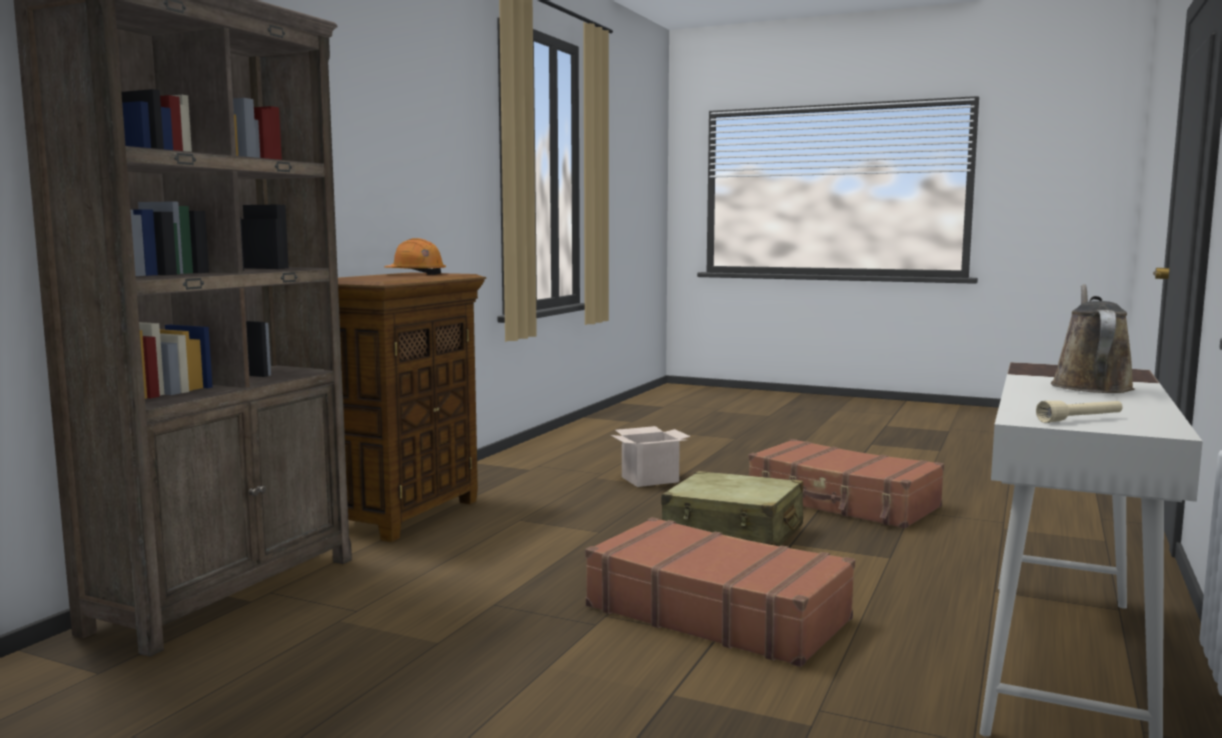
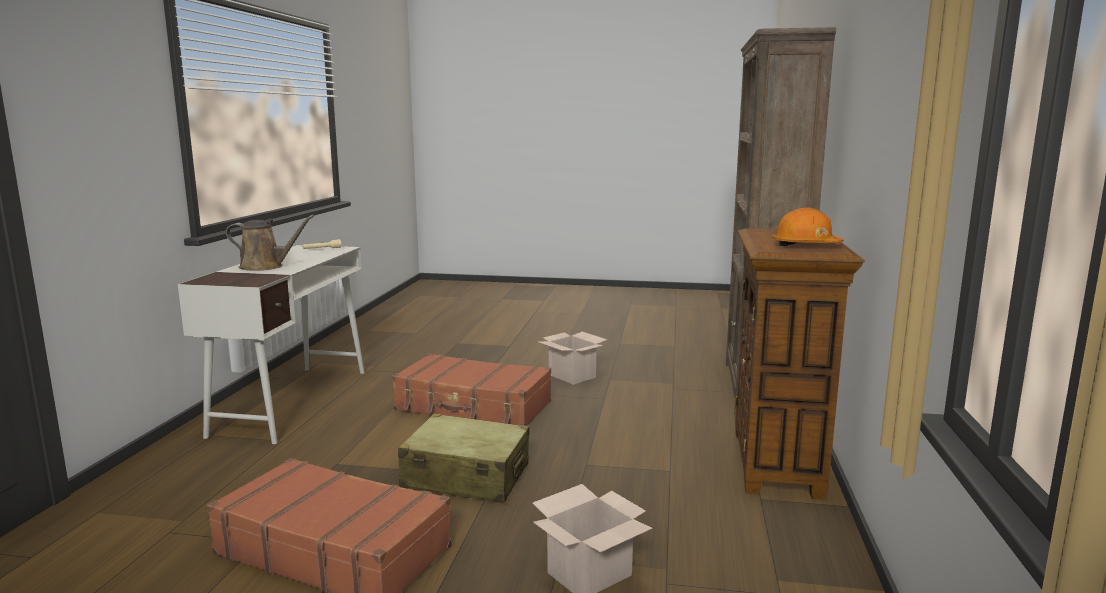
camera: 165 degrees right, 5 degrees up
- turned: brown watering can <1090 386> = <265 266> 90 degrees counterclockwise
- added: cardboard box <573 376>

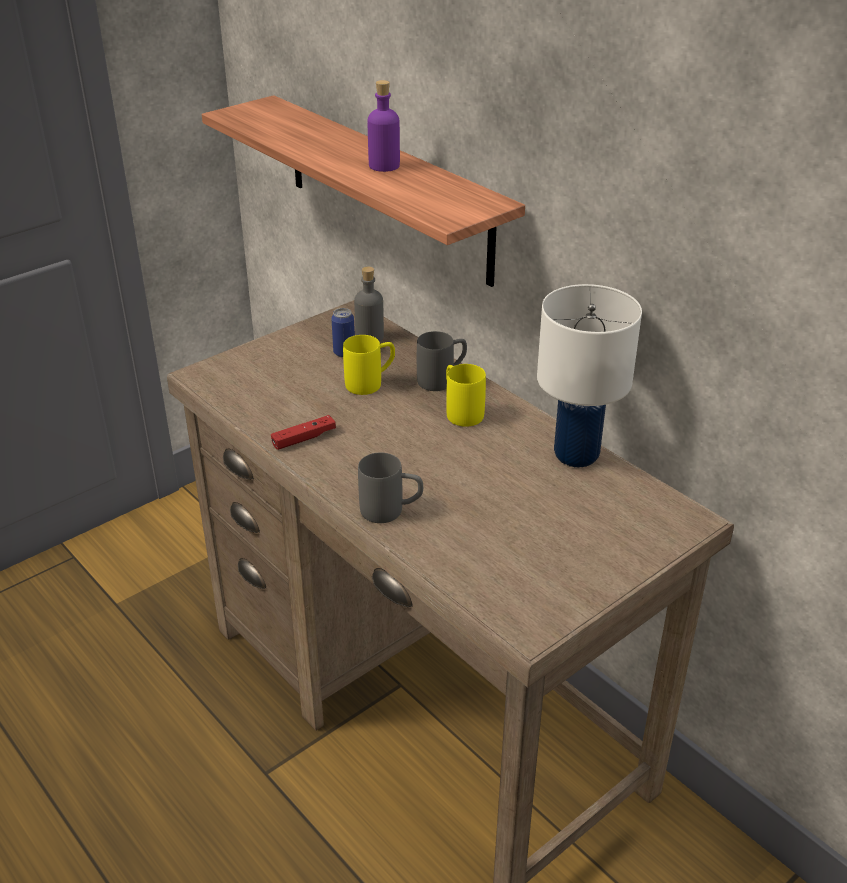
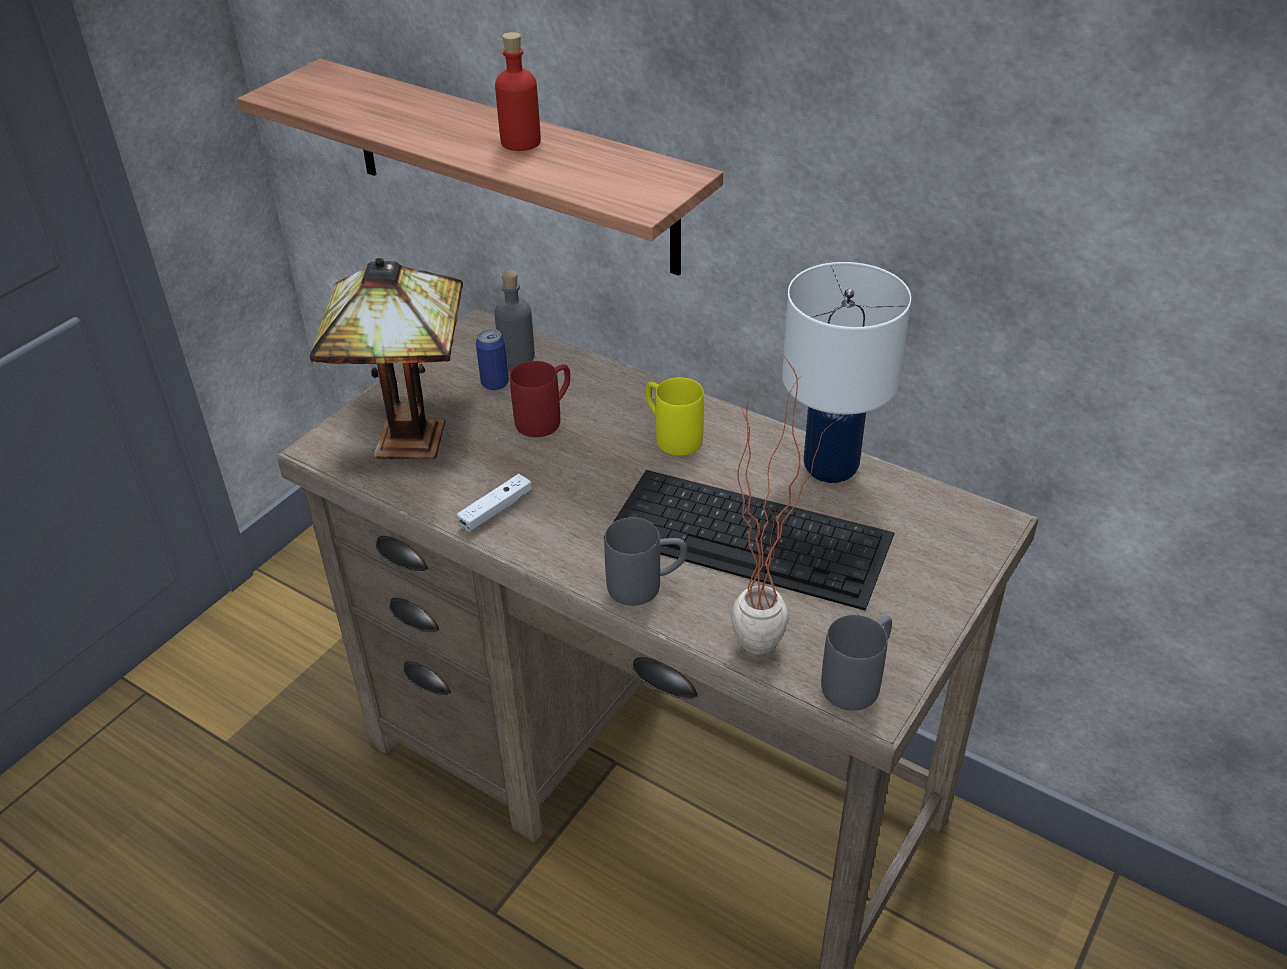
camera: 15 degrees left, 5 degrees up
- recoloured: red game controller <304 438> to white game controller <496 510>
- recoloured: yellow mug <371 383> to red mug <546 418>
- recoloured: purple bottle <384 166> to red bottle <520 142>
- moved: grey mug <442 379> to <858 680>
- added: table lamp <407 436>
- added: keyboard <752 536>
- added: potted plant <771 638>

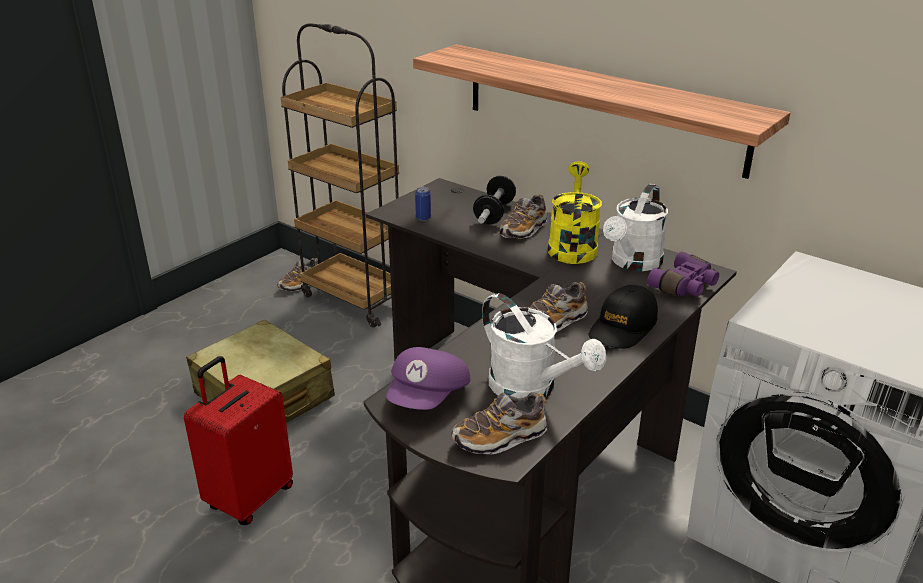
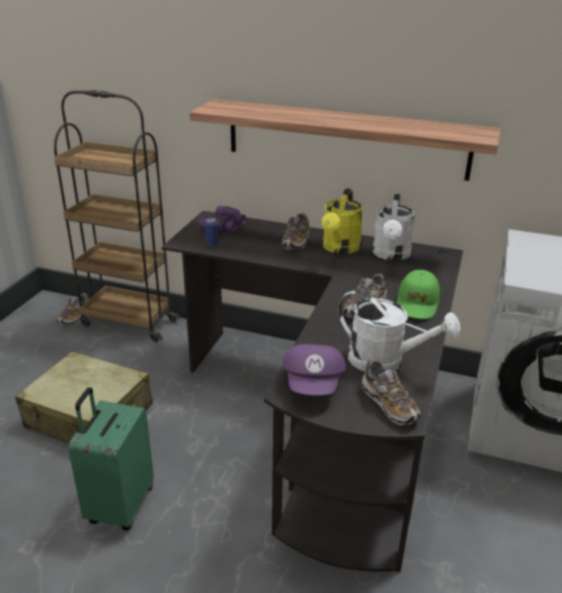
camera: 20 degrees left, 0 degrees up
- recoloured: red suitcase <249 497> to green suitcase <119 505>
- turned: shoe <500 438> = <389 404> 75 degrees counterclockwise
- removed: dumbbell <494 213>
- turned: yellow watering can <572 246> = <339 249> 150 degrees counterclockwise
- recoloured: black cap <623 327> to green cap <417 303>
- moved: purple binoculars <685 286> to <225 227>

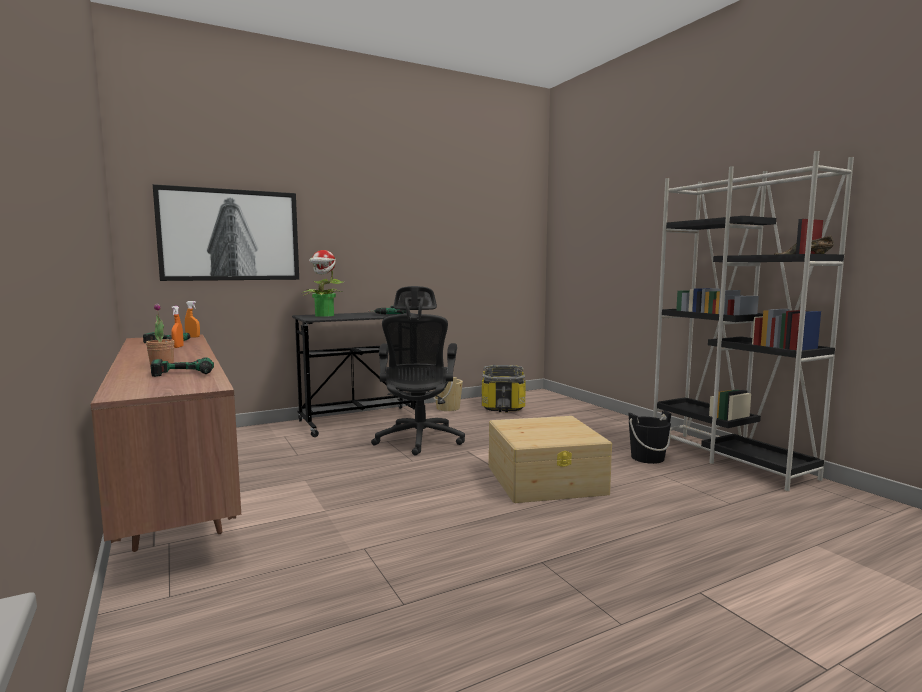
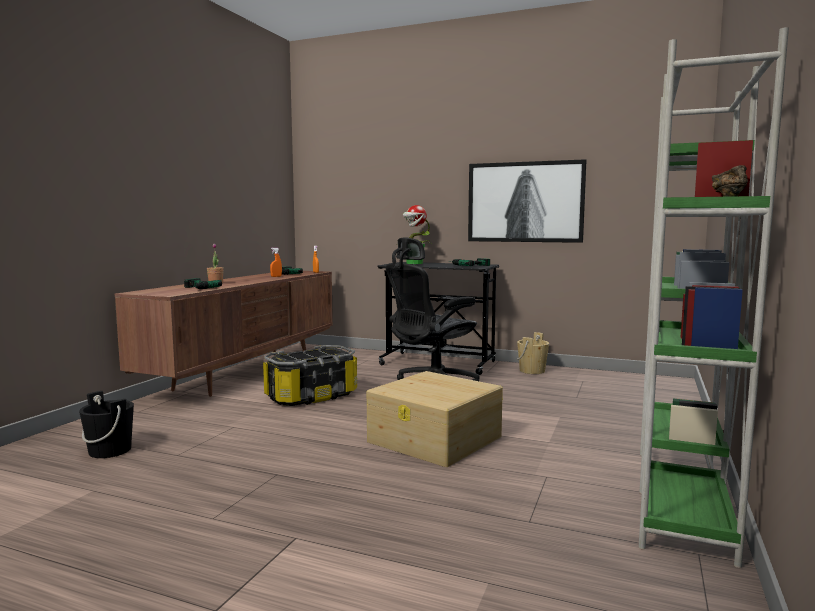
camera: 50 degrees right, 0 degrees up
- moved: picture <230 235> to <525 202>
- moved: storage box <502 404> to <311 396>
- moved: black bucket <647 458> to <110 450>
- recoloured: black bookcase <729 460> to green bookcase <681 500>

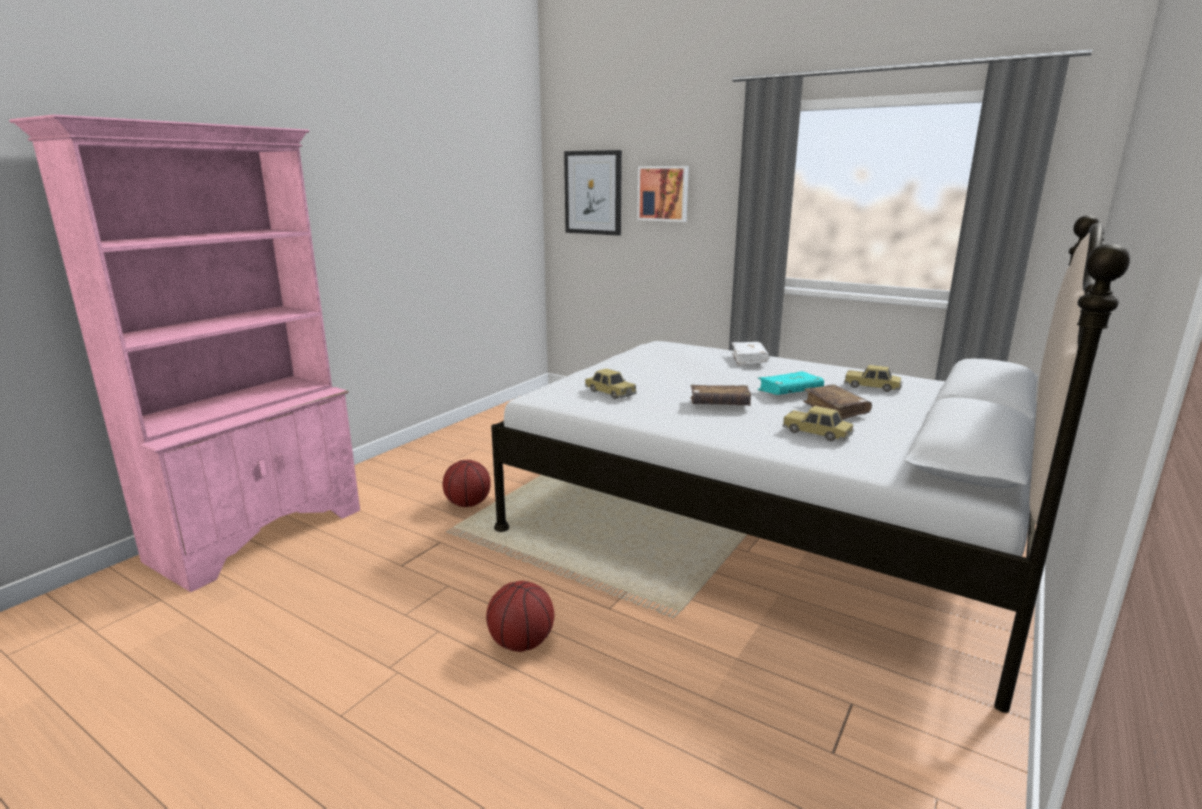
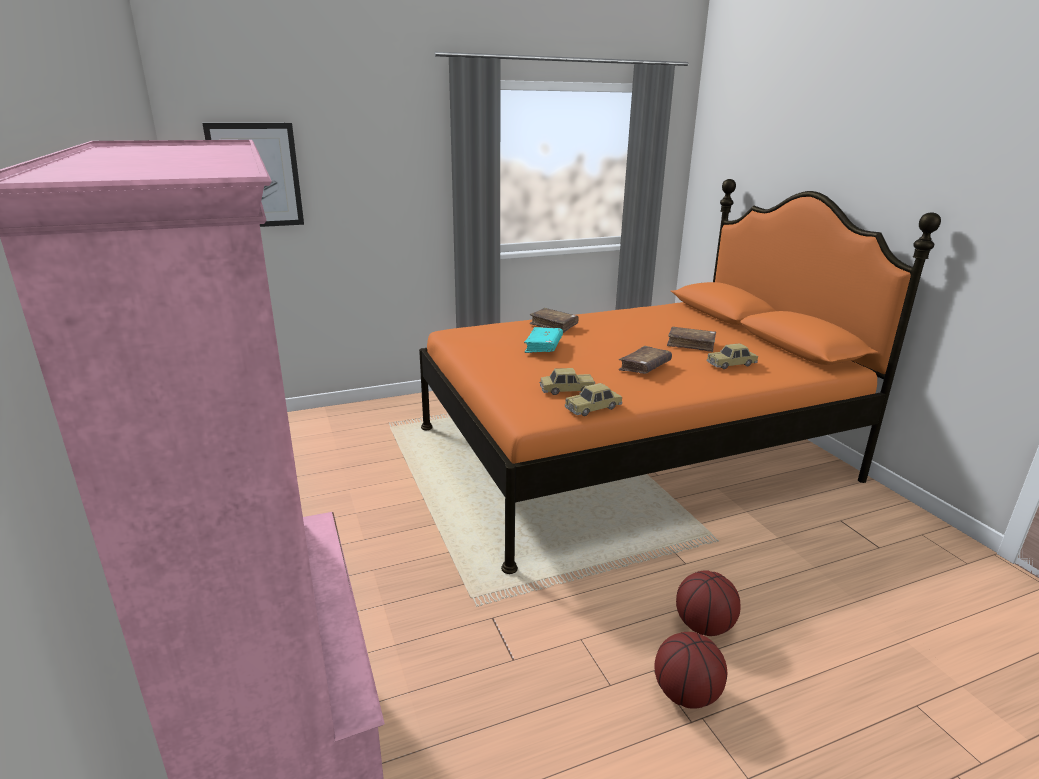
camera: 55 degrees left, 5 degrees up
- moved: basketball <468 504> to <685 694>
- recoloured: white bed <765 526> to orange bed <631 453>
- removed: picture <663 193>
- recoloured: white book <749 359> to brown book <554 325>
- moved: turquoise book <789 392> to <543 346>
- moved: toy car <872 387> to <593 408>

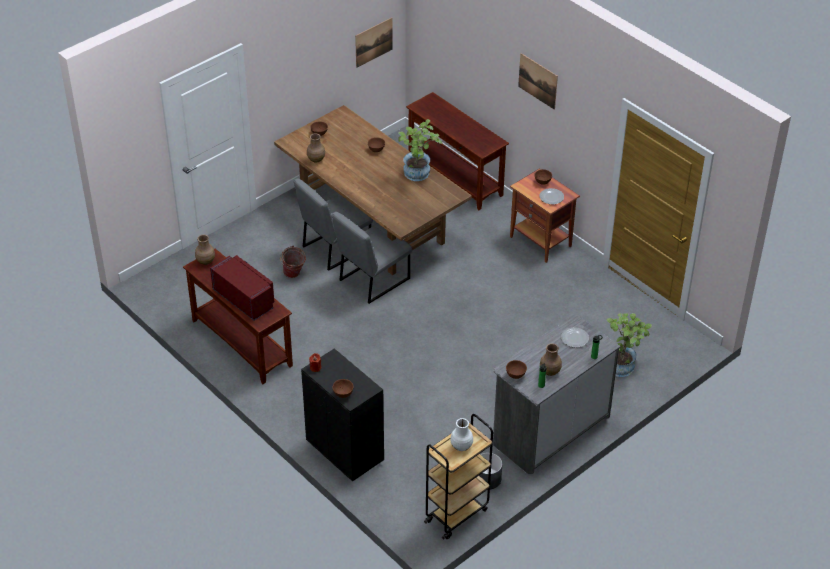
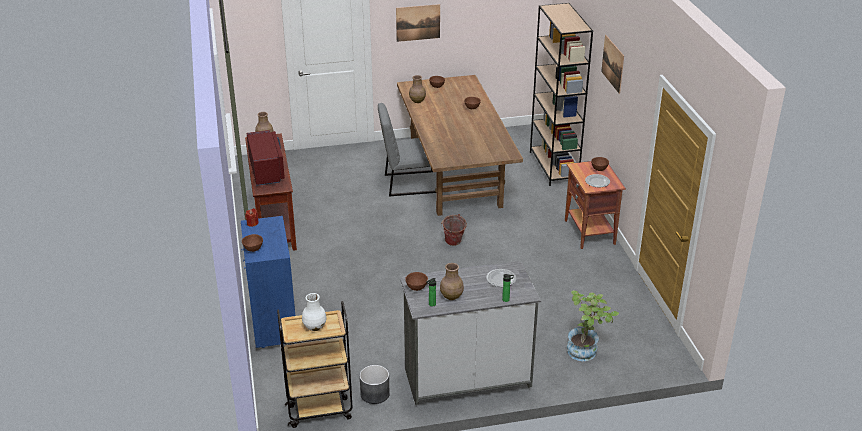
camera: 30 degrees right, 10 degrees down
- moved: bucket <293 275> to <453 243>
- recoloured: black cabinet <344 453> to blue cabinet <273 326>
- removed: grey chair <372 280>
- moved: picture <373 42> to <418 22>
- removed: potted plant <418 175>
- replaced: brown console table <455 178> to beige bookcase <554 167>

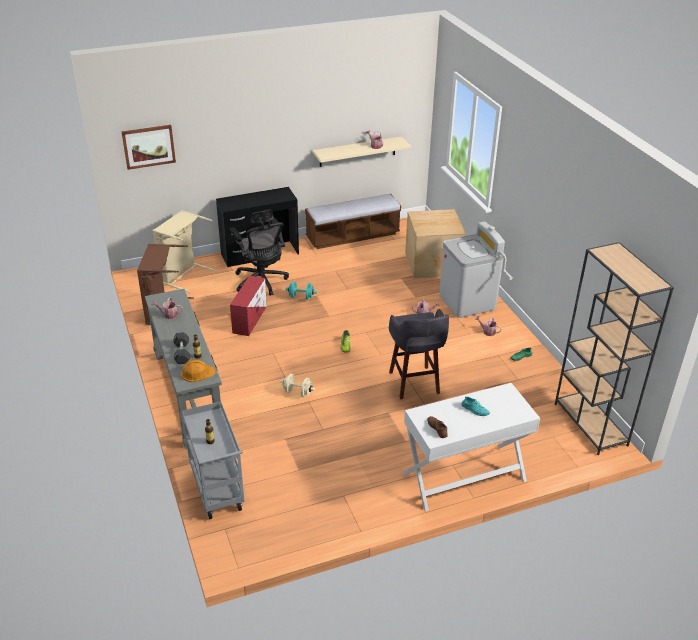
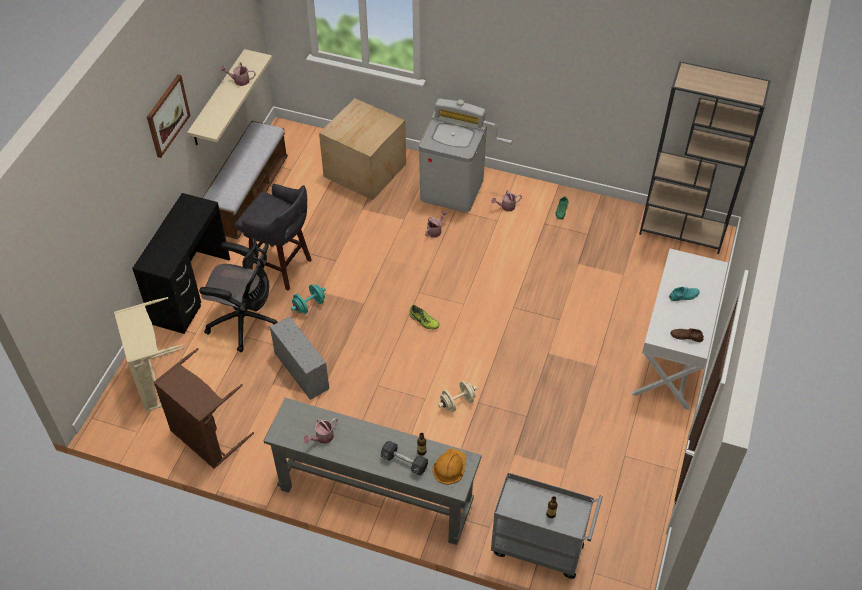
camera: 50 degrees left, 15 degrees up
- moved: picture <148 146> to <167 115>
- recoloured: red storage box <250 318> to grey storage box <301 370>
- moved: grey stool <414 384> to <282 268>

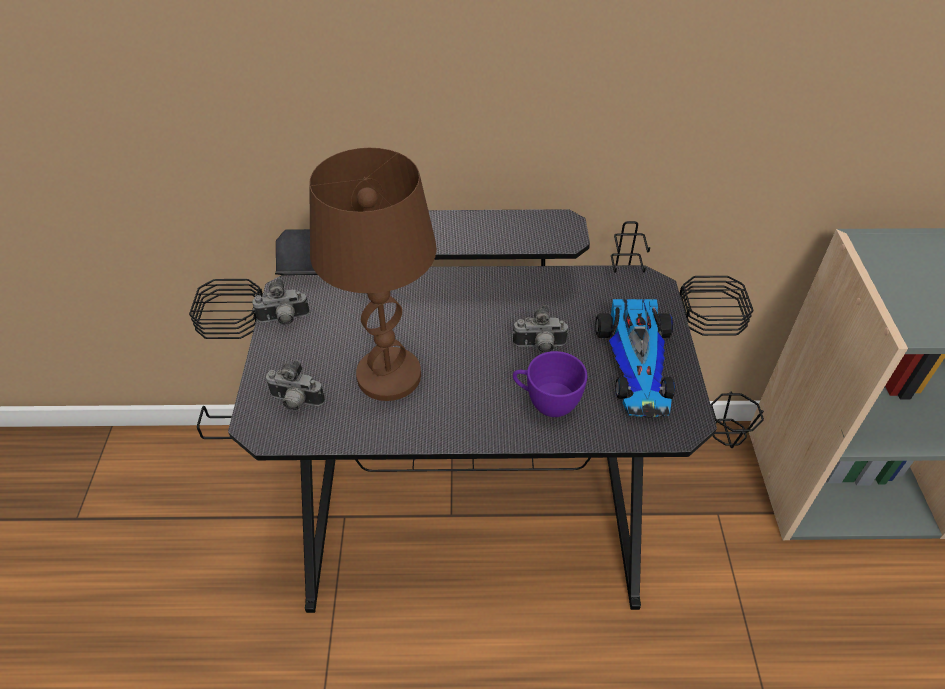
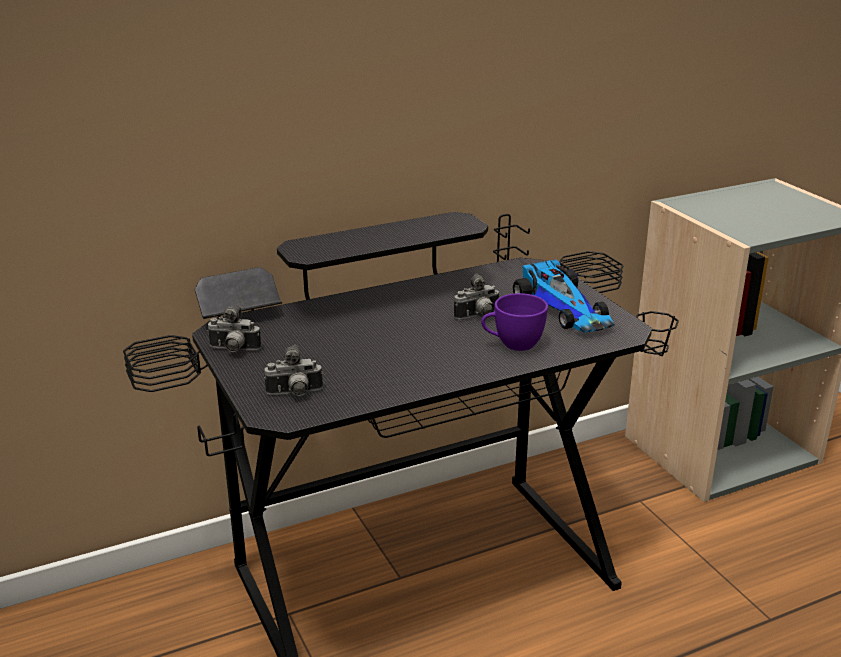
camera: 25 degrees left, 20 degrees down
- turned: photo camera <284 320> = <234 350> 45 degrees clockwise
- removed: brown table lamp <388 376>

